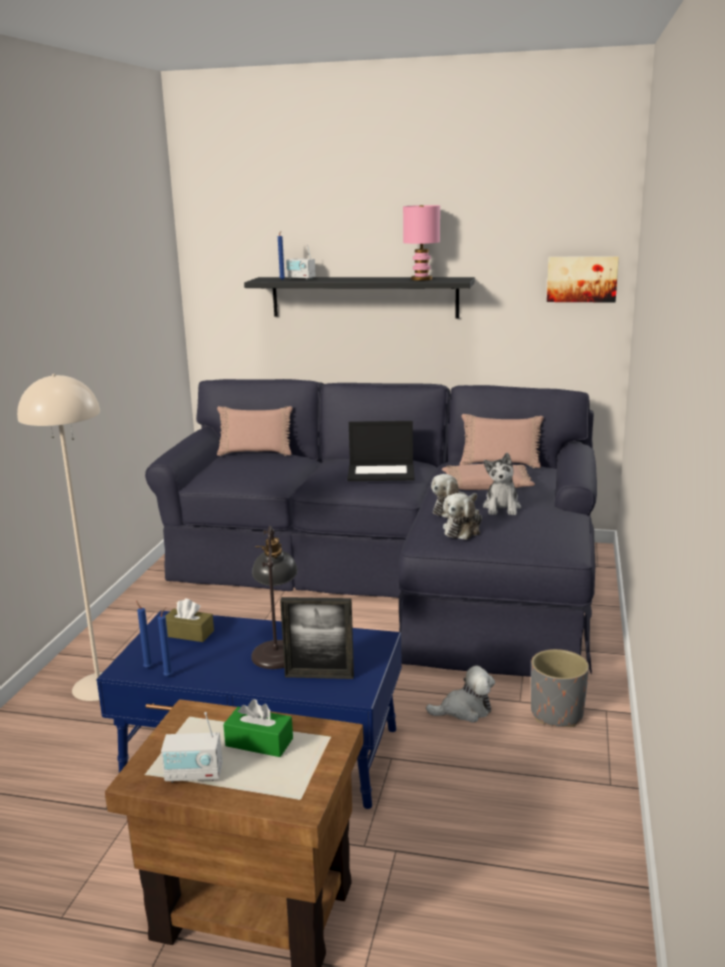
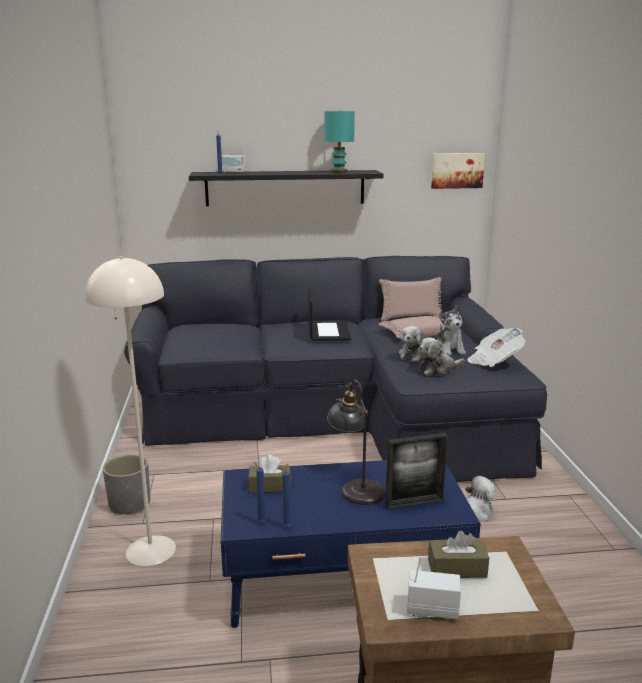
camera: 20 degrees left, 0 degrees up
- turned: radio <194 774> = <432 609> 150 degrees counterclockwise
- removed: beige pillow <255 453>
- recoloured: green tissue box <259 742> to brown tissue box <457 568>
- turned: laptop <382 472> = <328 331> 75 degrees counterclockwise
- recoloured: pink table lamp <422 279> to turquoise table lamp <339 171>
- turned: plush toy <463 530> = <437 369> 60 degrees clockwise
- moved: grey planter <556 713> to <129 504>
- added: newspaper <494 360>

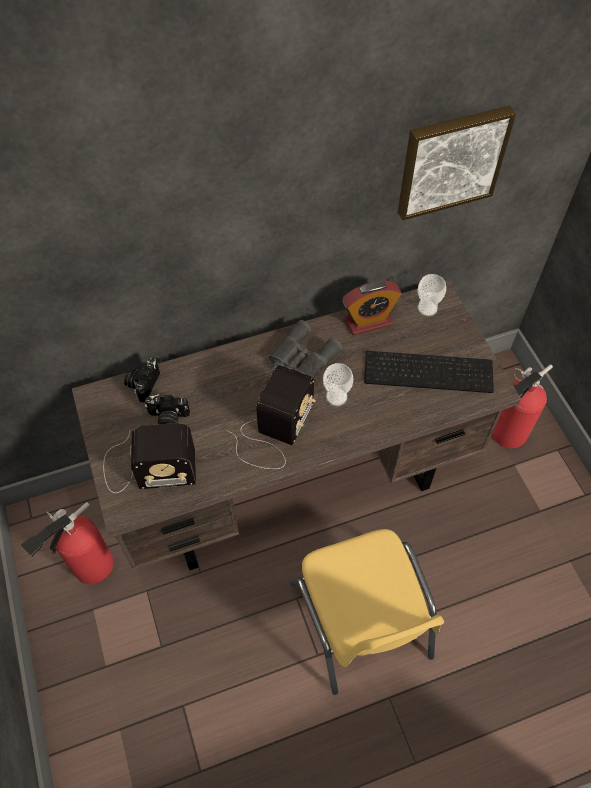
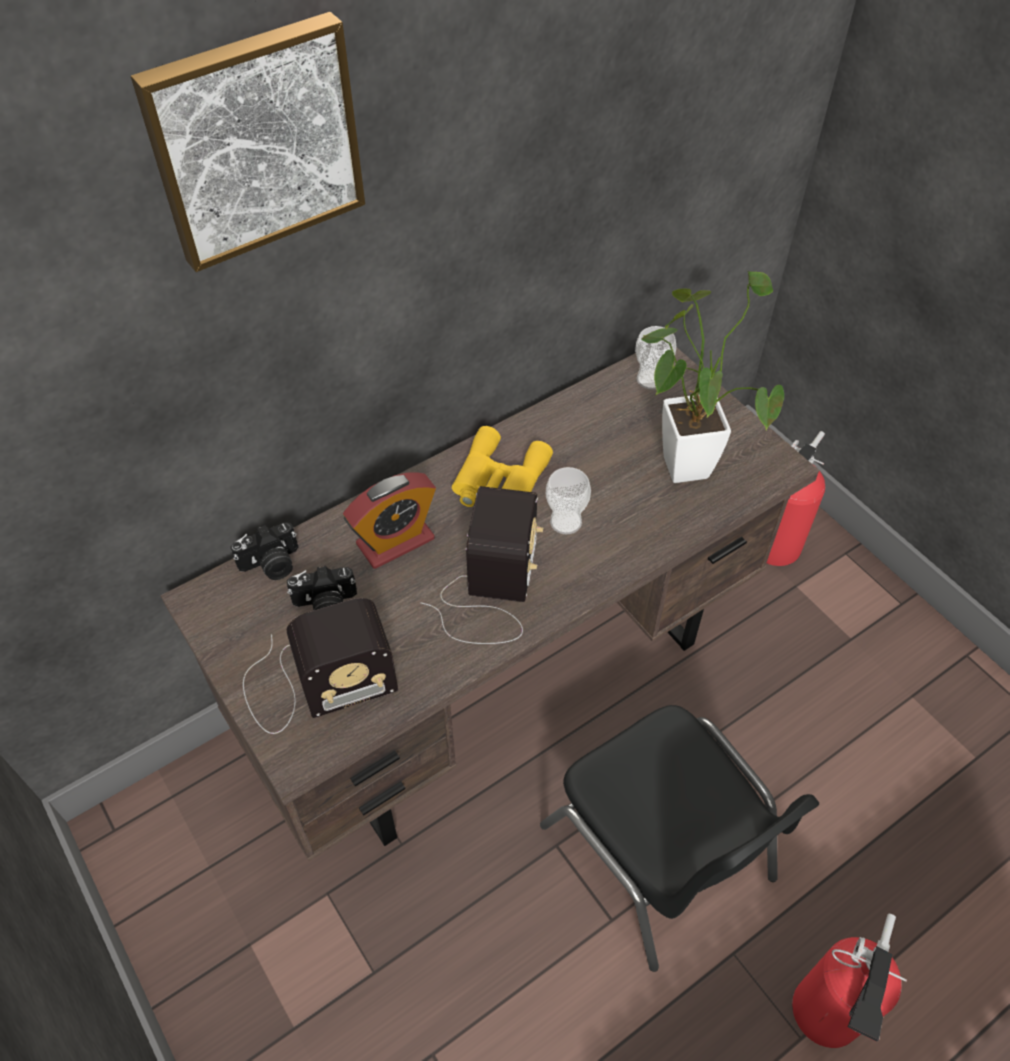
camera: 15 degrees left, 5 degrees down
- moved: fire extinguisher <89 568> to <824 1018>
- turned: photo camera <143 384> = <271 565> 120 degrees counterclockwise
- recoloured: grey binoculars <301 359> to yellow binoculars <498 482>
- recoloured: yellow chair <362 621> to black chair <660 854>
- moved: alarm clock <368 321> to <395 541>
- replaced: keyboard <429 370> to potted plant <683 459>
- moved: picture <451 161> to <254 141>

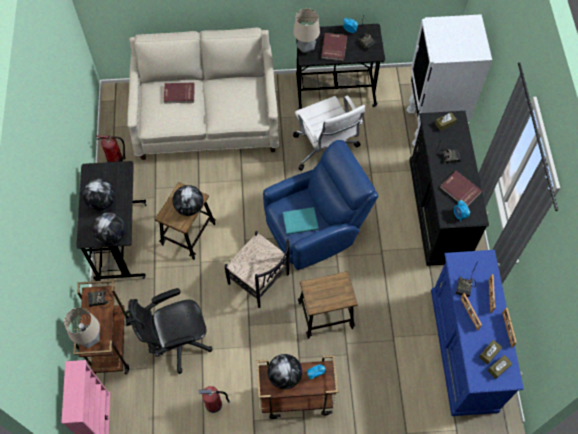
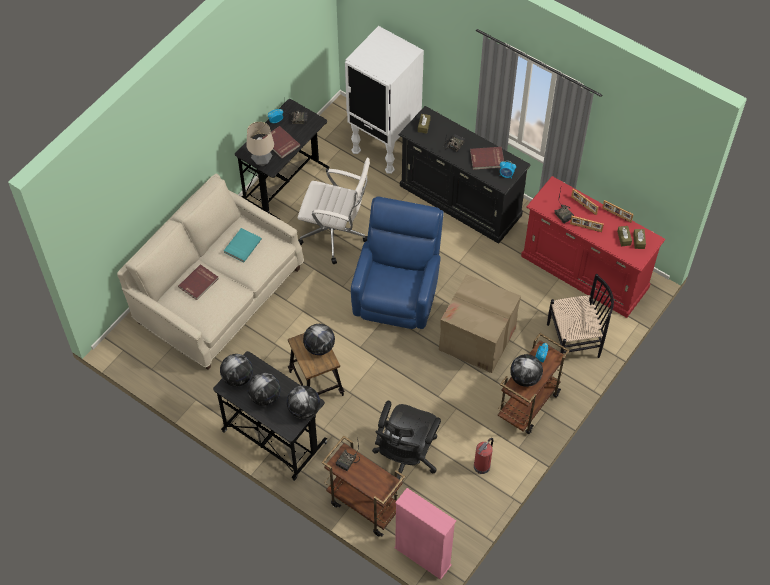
camera: 50 degrees left, 5 degrees down
- removed: table lamp <90 339>
- removed: fire extinguisher <116 159>
- moved: black chair <260 281> to <576 340>
- moved: turquoise book <300 221> to <242 245>
- replaced: stool <325 315> to cardboard box <478 339>
- recoloured: blue cabinet <463 350> to red cabinet <585 272>
- added: globe <237 378>

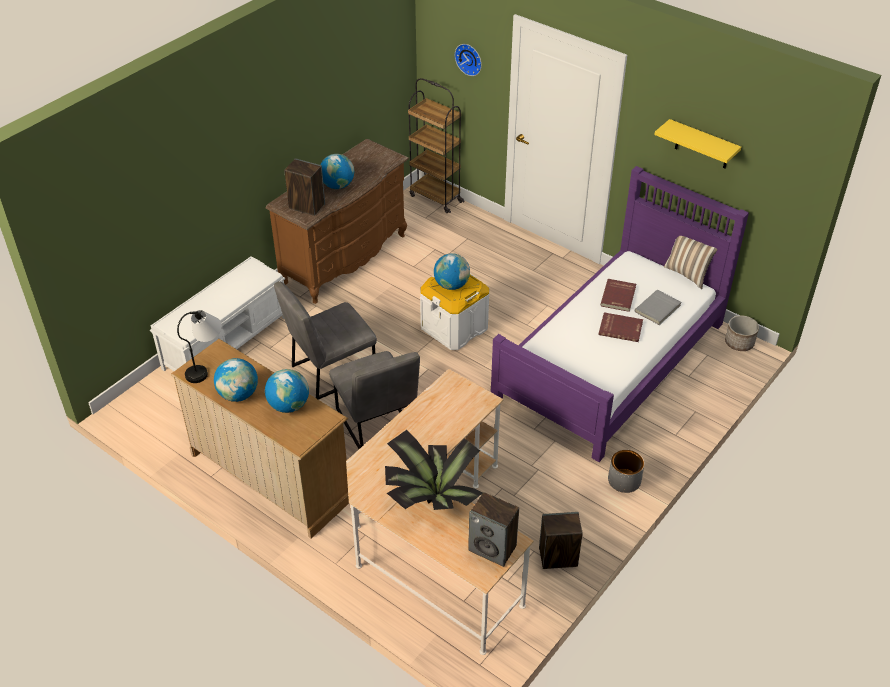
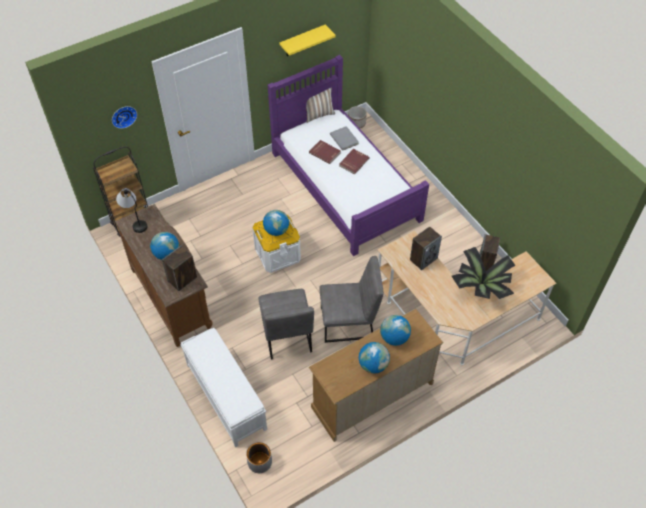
camera: 70 degrees left, 10 degrees up
- moved: table lamp <207 366> to <135 220>
- moved: speaker <493 548> to <423 259>
- moved: grey planter <624 480> to <259 462>

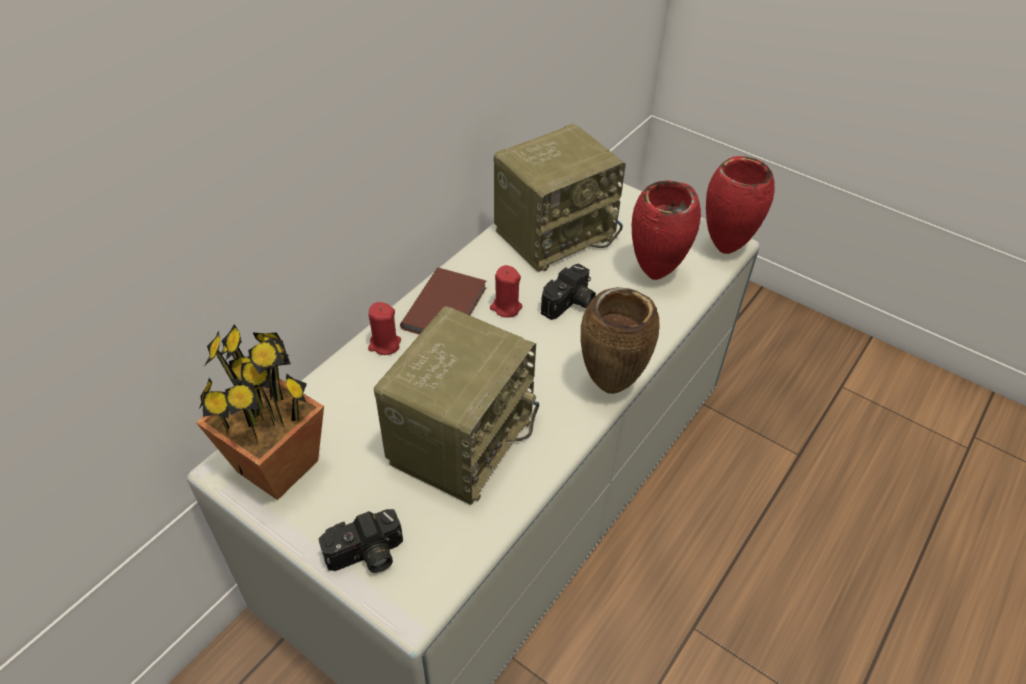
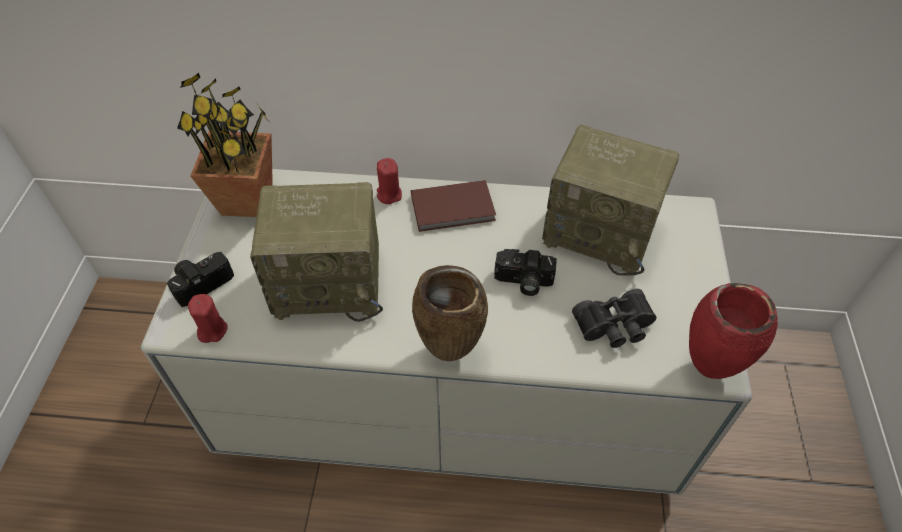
camera: 60 degrees right, 5 degrees up
- turned: photo camera <366 556> = <201 282> 105 degrees clockwise
- moved: red candle <506 307> to <212 330>
- replaced: red vase <655 275> to black binoculars <615 327>

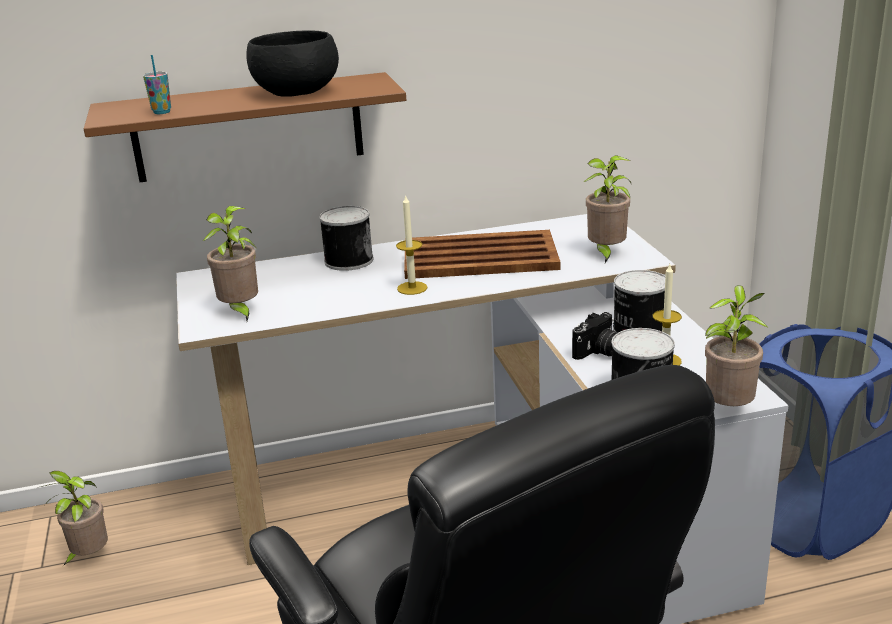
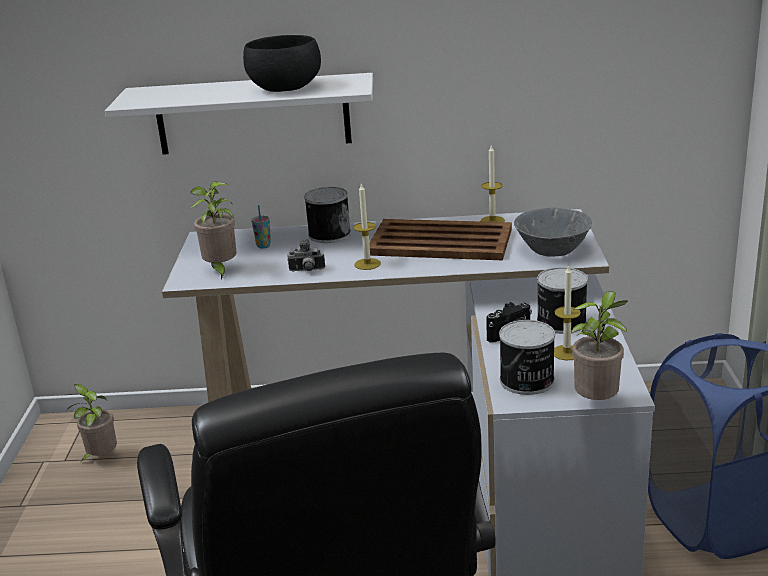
camera: 15 degrees right, 0 degrees up
- recoloured: brown shelf <248 128> to white shelf <253 114>
- moved: cup <162 112> to <263 246>
- replaced: potted plant <606 254> to grey bowl <552 249>
- added: photo camera <307 271>
- added: candle <492 221>

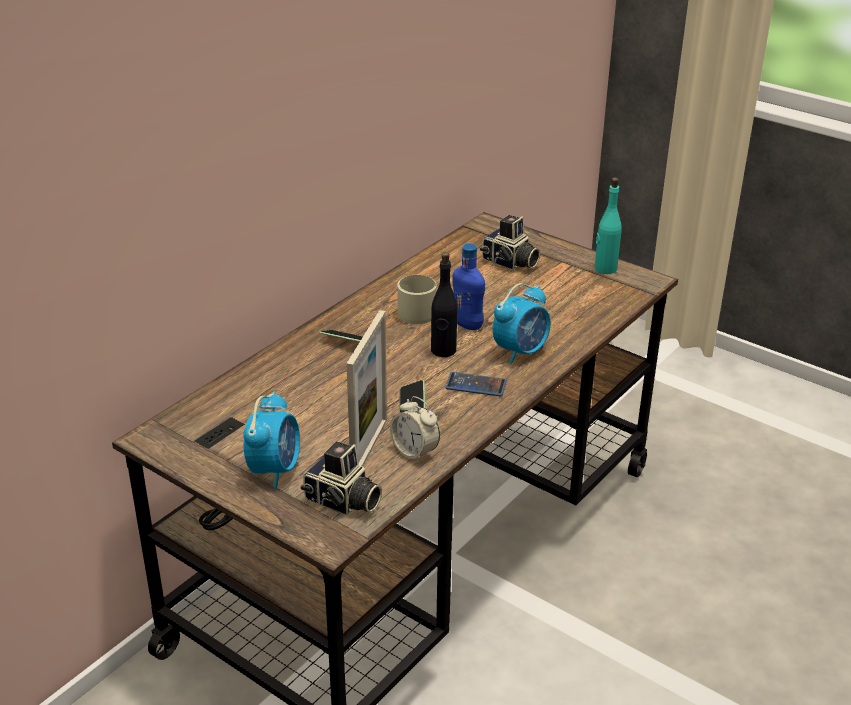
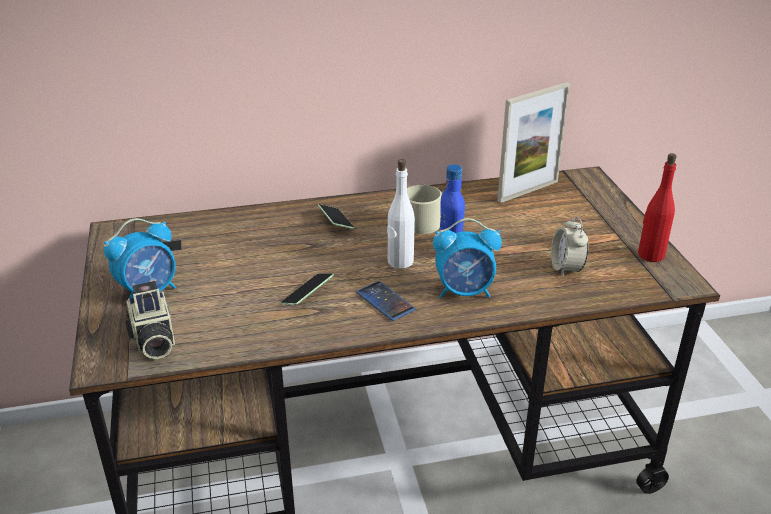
camera: 40 degrees right, 0 degrees up
- moved: picture frame <369 448> to <528 191>
- moved: alarm clock <414 451> to <566 268>
- recoloured: black bottle <443 350> to white bottle <400 261>
- removed: photo camera <509 263>
- recoloured: turquoise bottle <605 268> to red bottle <650 255>

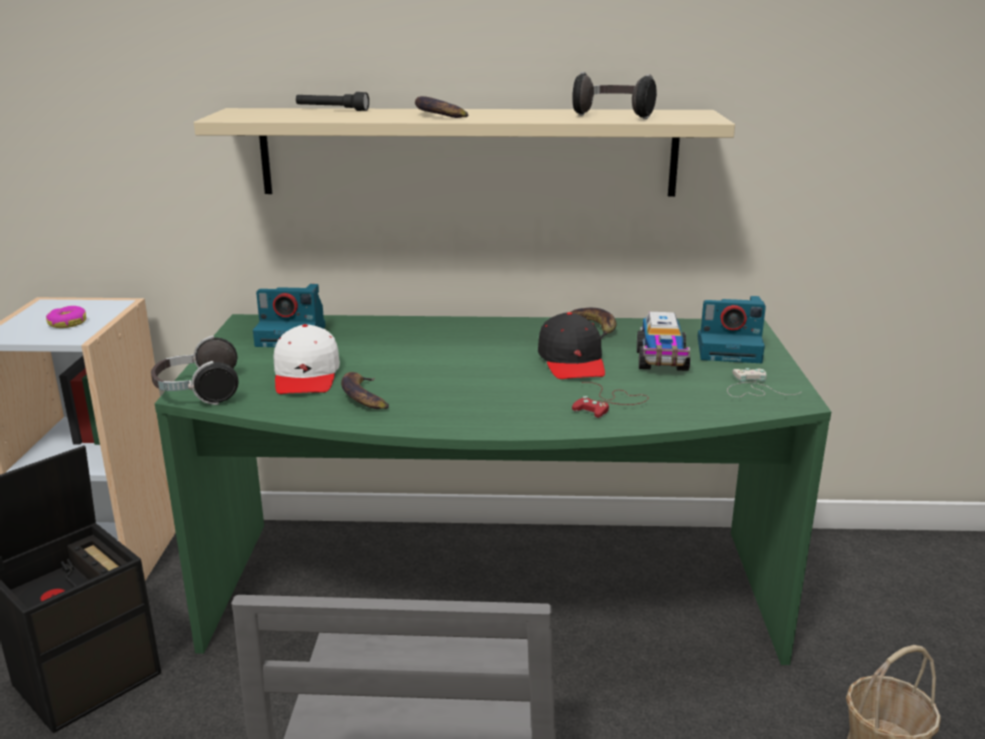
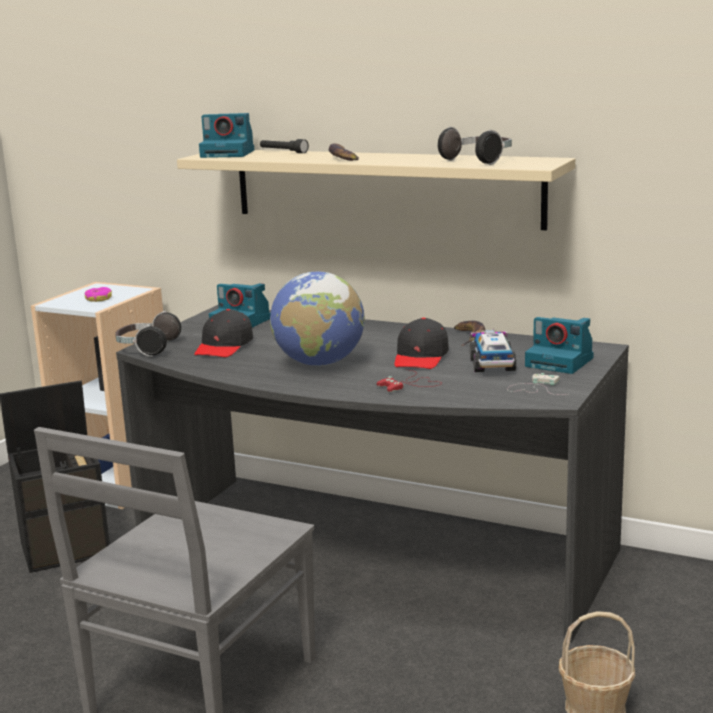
camera: 25 degrees right, 5 degrees down
- recoloured: green desk <492 598> to grey desk <368 555>
- recoloured: white cap <307 375> to black cap <224 346>
- removed: banana <364 397>
- turned: toy truck <661 360> = <492 364> 150 degrees clockwise
- added: photo camera <229 153>
- added: globe <319 363>

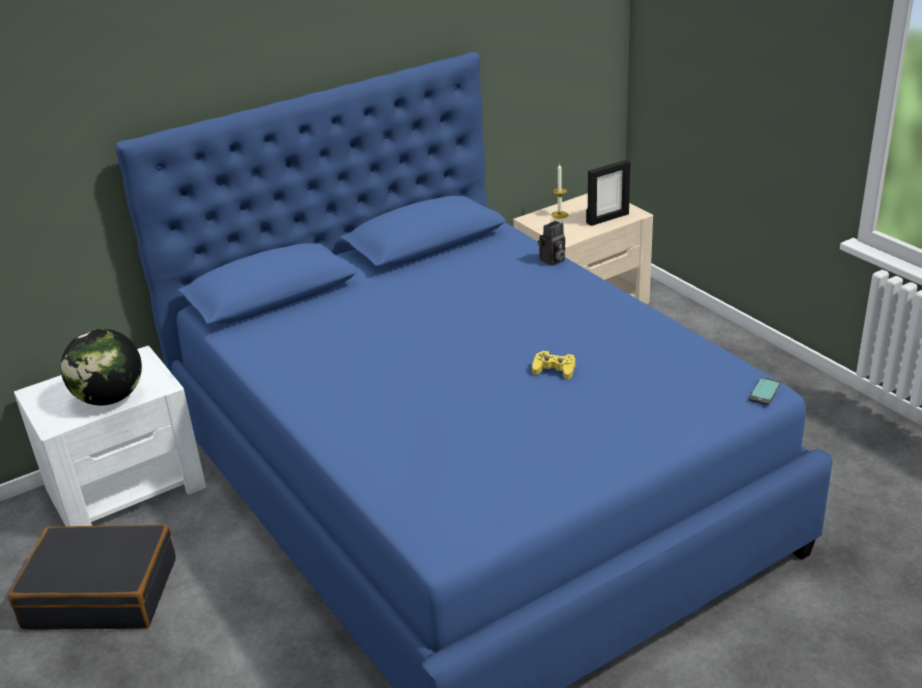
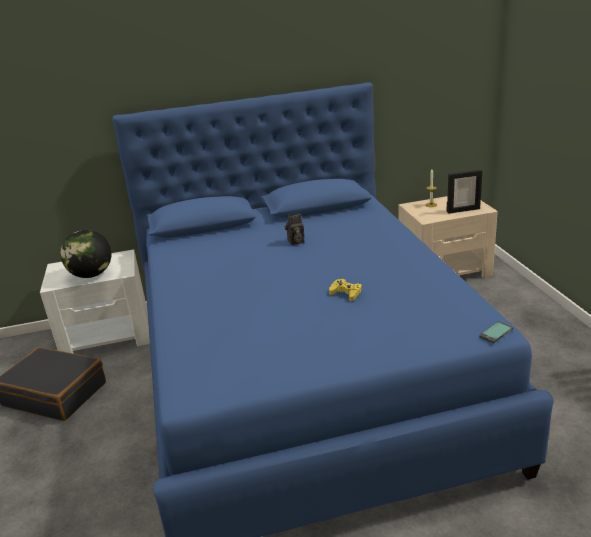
camera: 20 degrees right, 5 degrees down
- moved: photo camera <552 260> to <295 242>

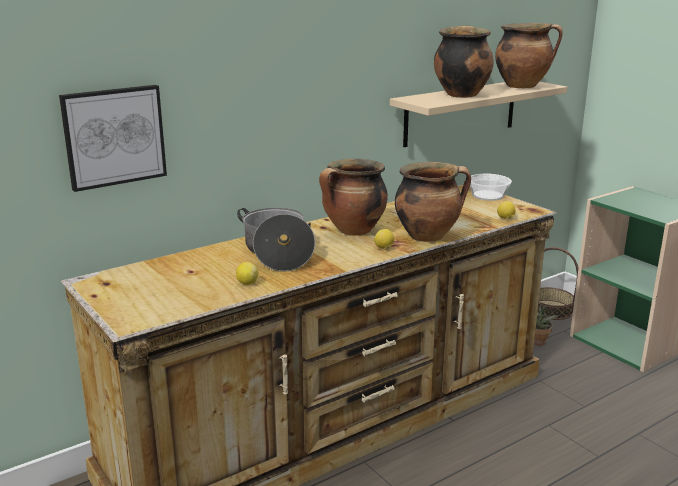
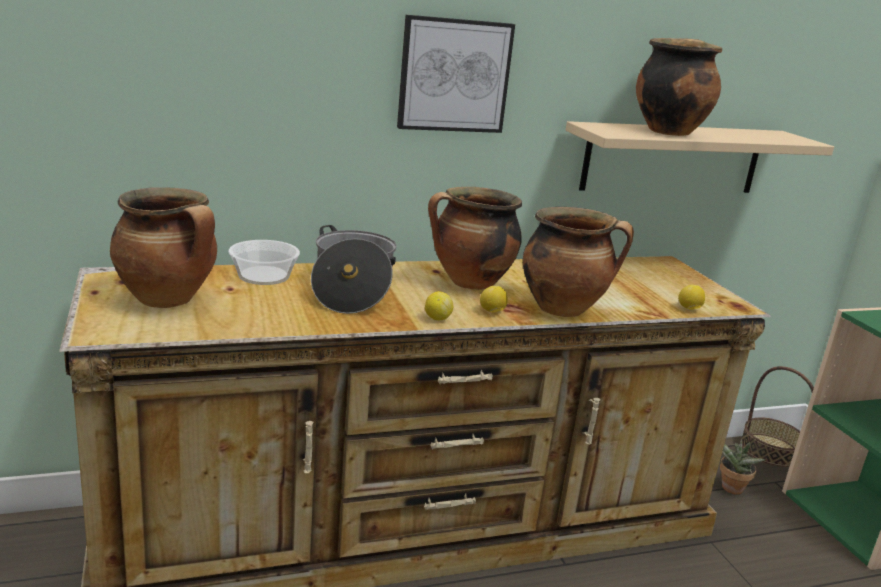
camera: 15 degrees right, 0 degrees up
- moved: picture <114 136> to <454 75>
- moved: lemon <247 283> to <437 318>
- moved: bowl <488 195> to <265 275>
- moved: cooking pot <523 86> to <169 300>

